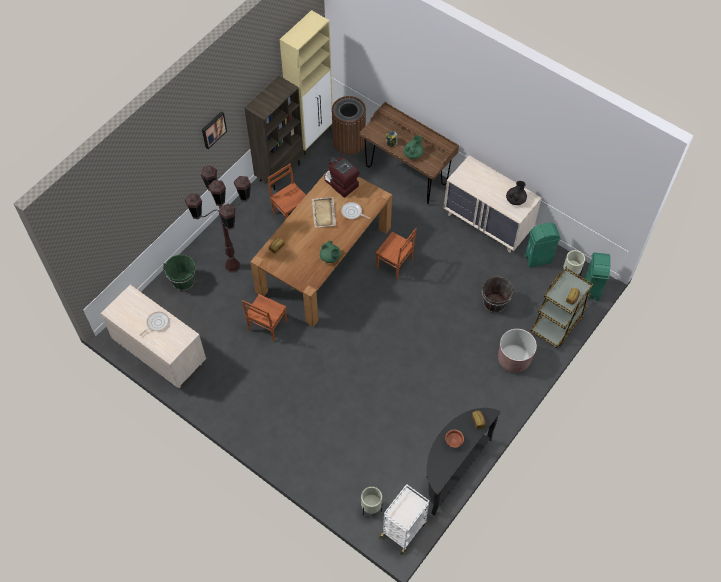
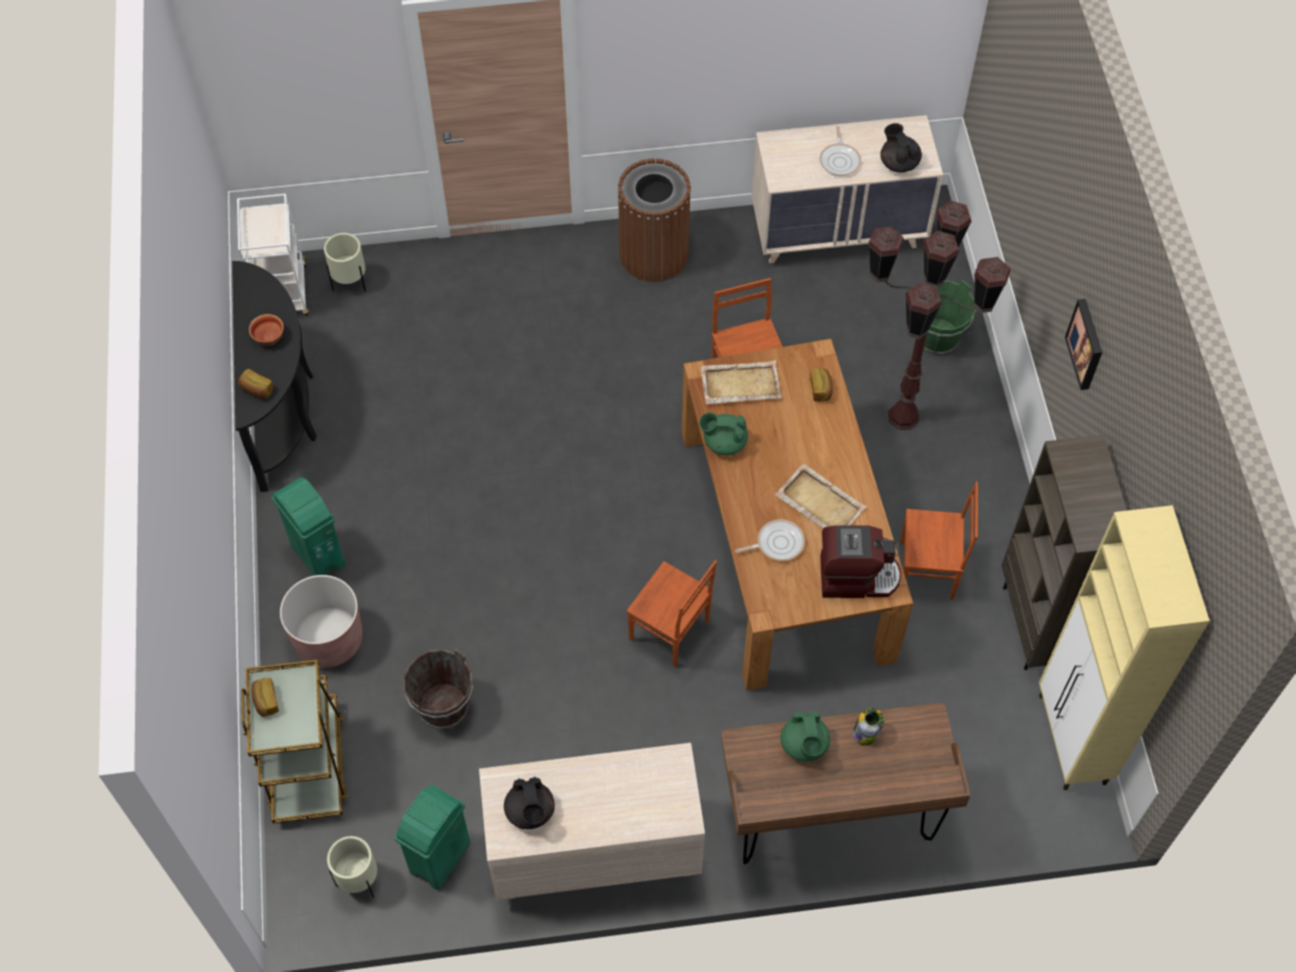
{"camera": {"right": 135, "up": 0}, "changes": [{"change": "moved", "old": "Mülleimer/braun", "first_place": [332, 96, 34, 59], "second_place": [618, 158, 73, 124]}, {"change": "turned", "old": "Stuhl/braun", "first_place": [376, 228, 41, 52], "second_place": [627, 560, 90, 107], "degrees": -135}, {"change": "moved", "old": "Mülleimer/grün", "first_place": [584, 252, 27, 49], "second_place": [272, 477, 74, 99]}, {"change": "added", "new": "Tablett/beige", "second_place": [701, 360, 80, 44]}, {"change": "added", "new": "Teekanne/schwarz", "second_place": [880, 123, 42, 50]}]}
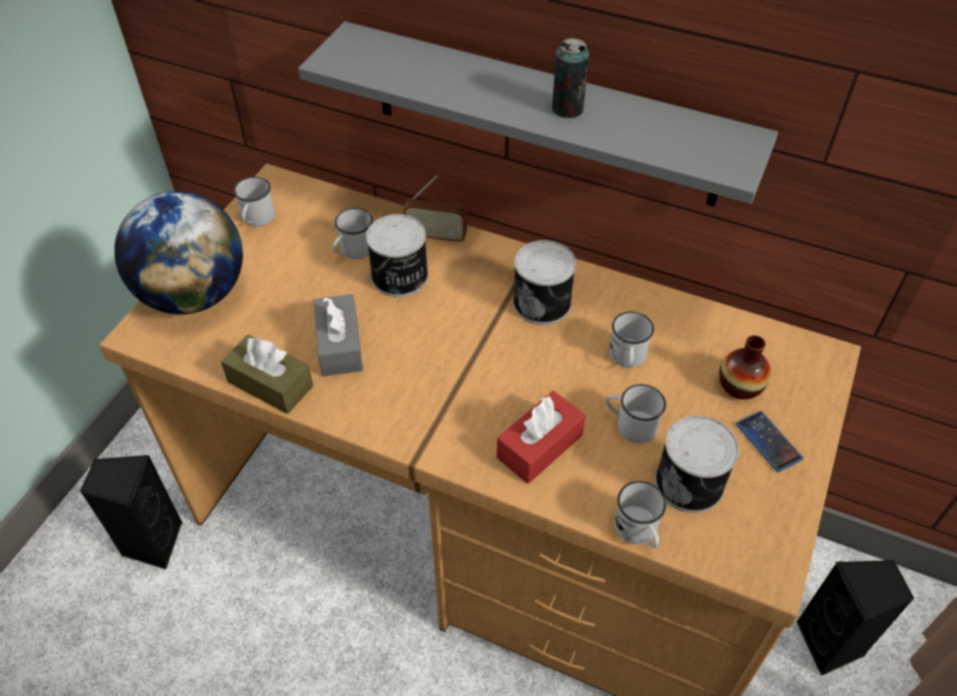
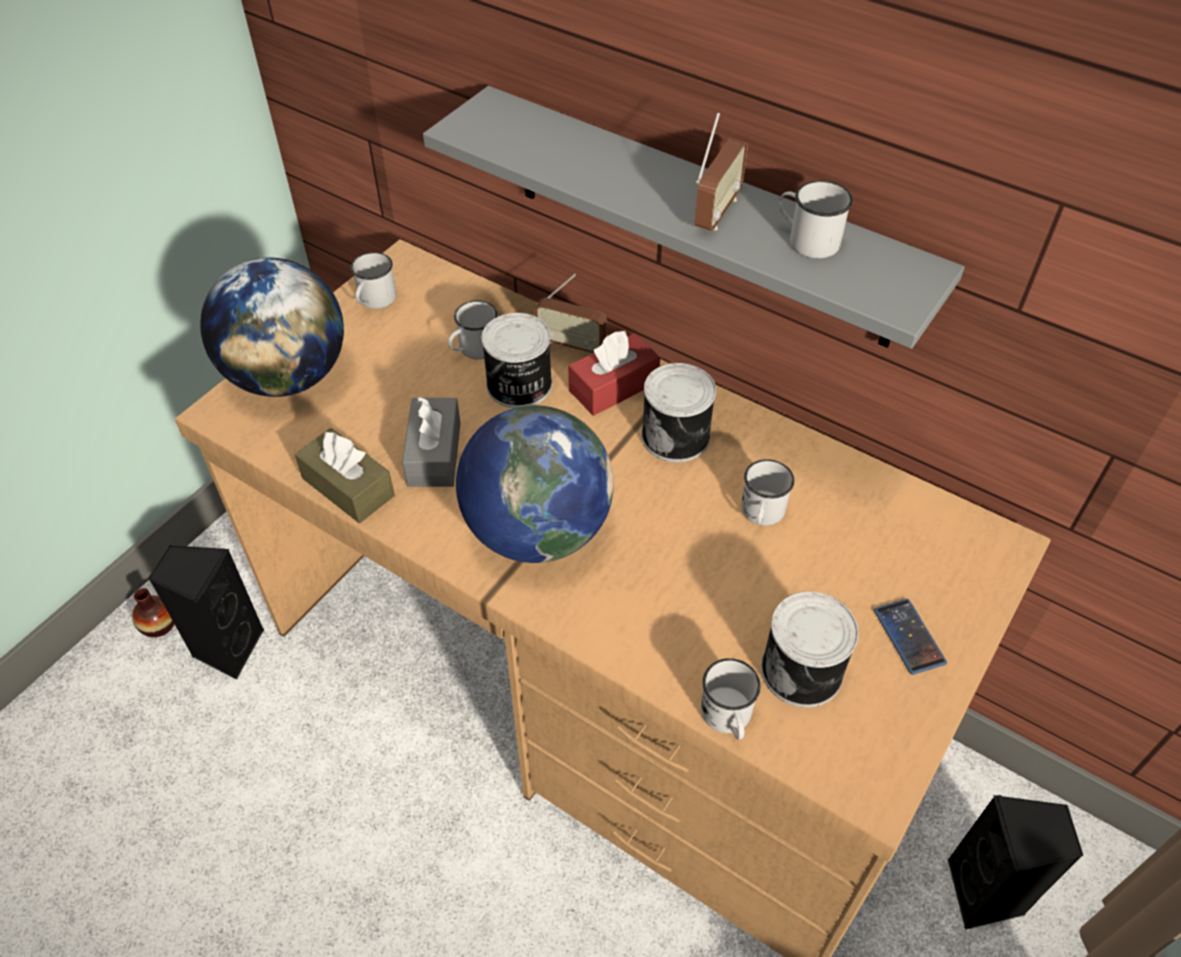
{"camera": {"right": 10, "up": 0}, "changes": [{"change": "moved", "old": "Taschentuchbox/rot", "first_place": [497, 391, 88, 93], "second_place": [568, 331, 92, 85]}, {"change": "replaced", "old": "Dose", "new": "Radio", "first_place": [552, 38, 37, 80], "second_place": [695, 113, 53, 118]}, {"change": "moved", "old": "Henkelbecher/weiß", "first_place": [606, 384, 60, 59], "second_place": [779, 180, 74, 78]}, {"change": "moved", "old": "Vase", "first_place": [719, 335, 52, 64], "second_place": [132, 588, 42, 49]}, {"change": "added", "new": "Globus", "second_place": [456, 405, 158, 158]}]}
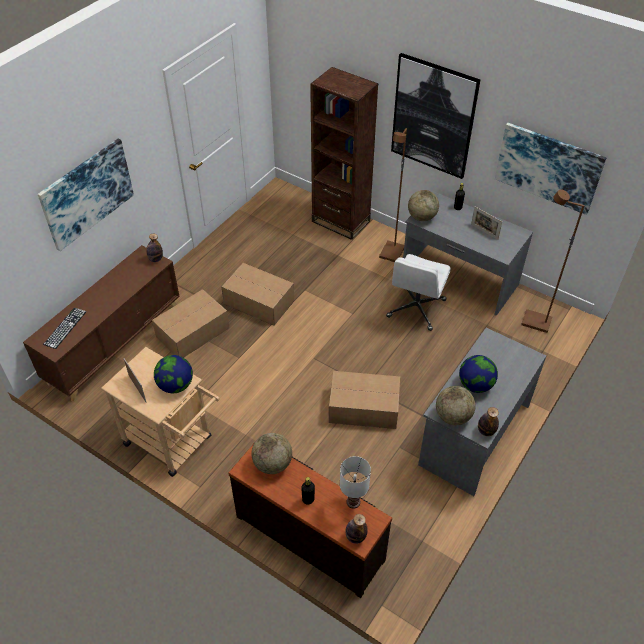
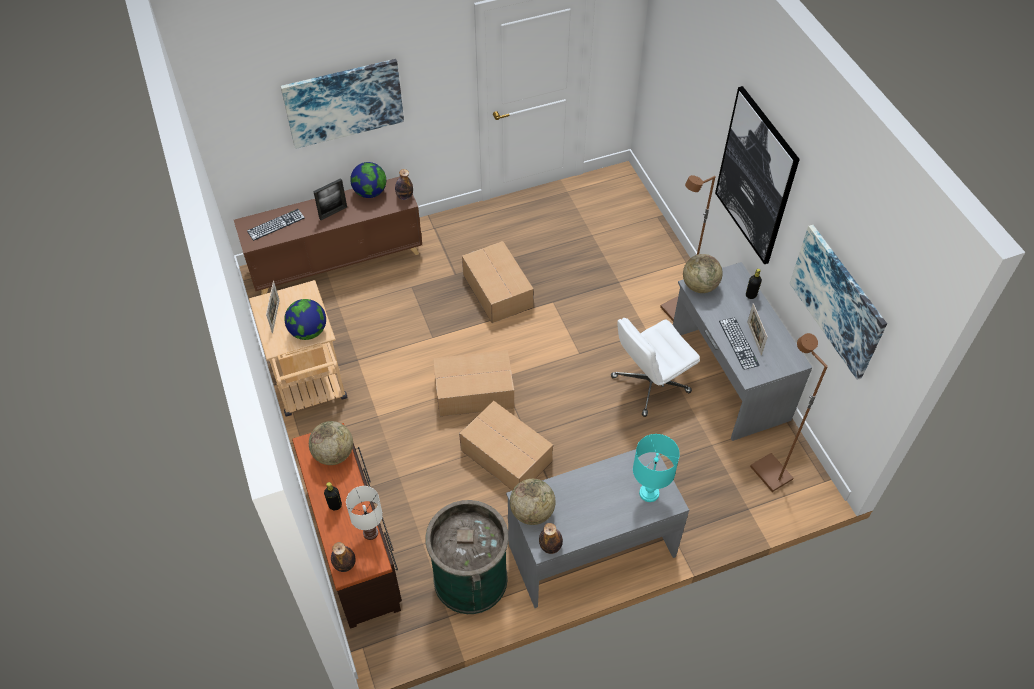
{"camera": {"right": 35, "up": 5}, "changes": [{"change": "moved", "old": "Karton", "first_place": [152, 289, 77, 69], "second_place": [433, 350, 81, 67]}, {"change": "removed", "old": "Bücherregal/braun", "first_place": [310, 67, 68, 173]}, {"change": "moved", "old": "Globus", "first_place": [459, 355, 39, 38], "second_place": [350, 162, 36, 36]}, {"change": "added", "new": "Bilderrahmen", "second_place": [313, 178, 34, 42]}, {"change": "added", "new": "Mülleimer/grün", "second_place": [426, 500, 83, 114]}, {"change": "added", "new": "Tischlampe/türkis", "second_place": [633, 434, 47, 68]}, {"change": "added", "new": "Tastatur", "second_place": [719, 317, 41, 53]}]}
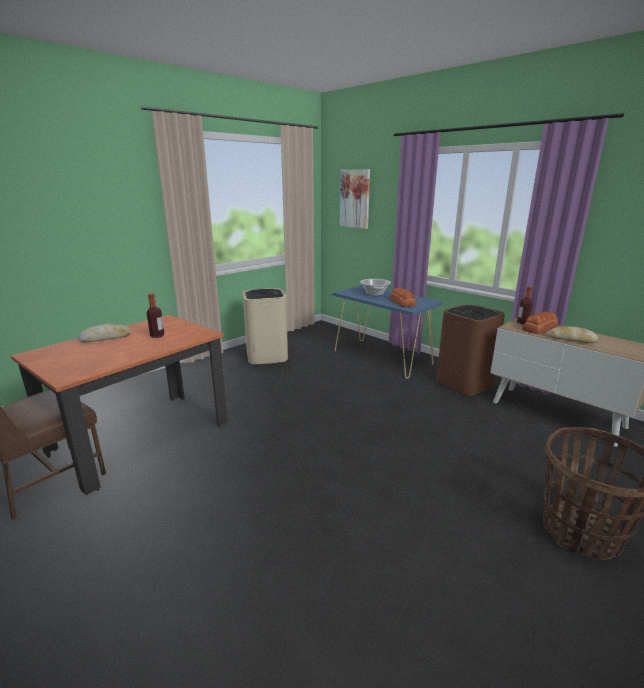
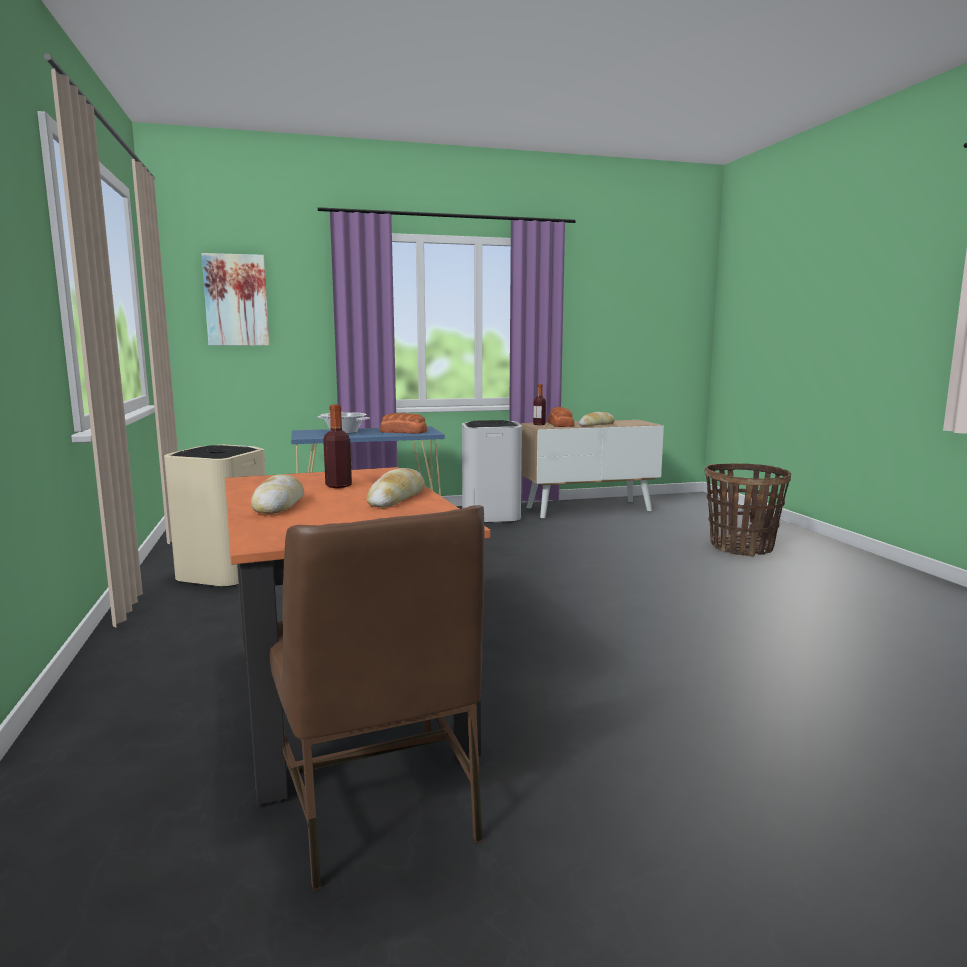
{"camera": {"right": -60, "up": -10}, "changes": [{"change": "recoloured", "old": "Mülleimer/braun", "new": "Mülleimer/weiß", "first_place": [436, 305, 69, 91], "second_place": [462, 420, 60, 103]}, {"change": "added", "new": "Brot", "second_place": [366, 468, 59, 40]}]}
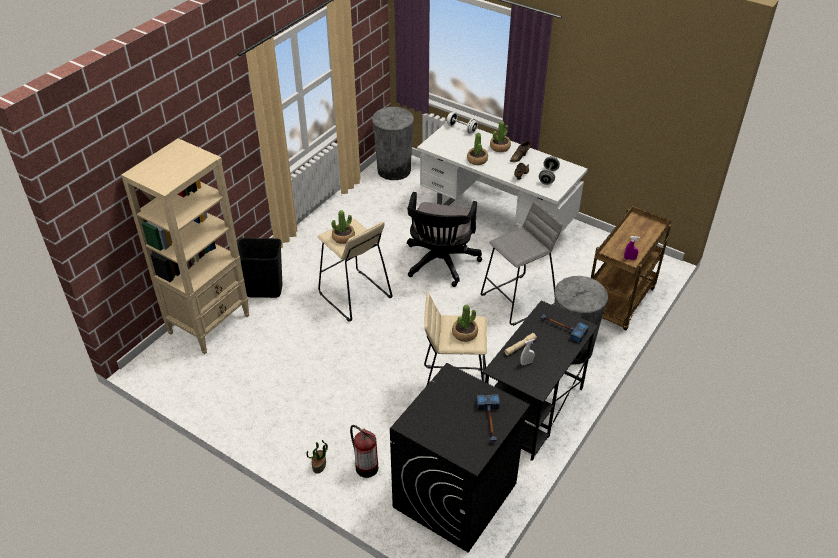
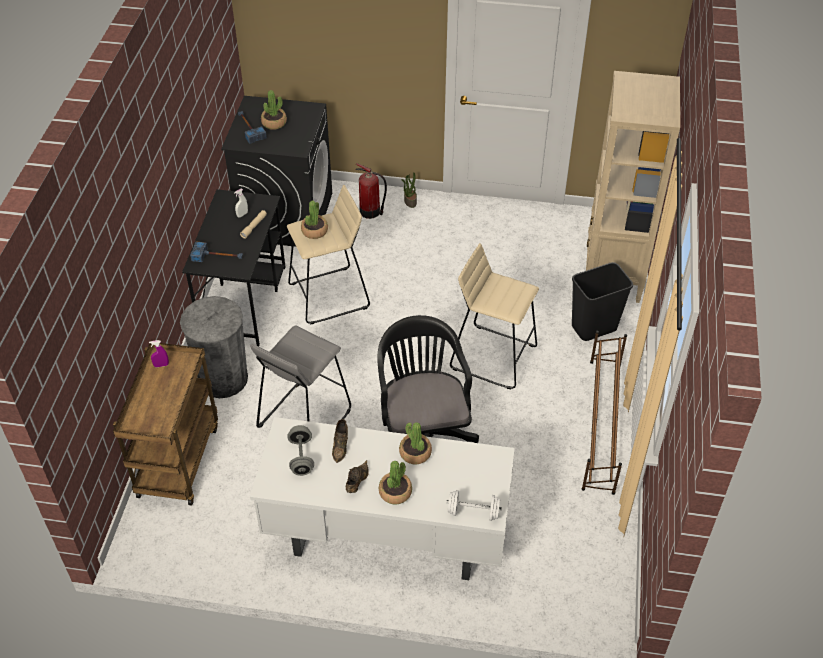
{"camera": {"right": 155, "up": 5}, "changes": [{"change": "moved", "old": "Topfpflanze", "first_place": [331, 210, 24, 34], "second_place": [261, 90, 26, 40]}, {"change": "removed", "old": "Mülleimer/grau", "first_place": [372, 107, 42, 73]}, {"change": "added", "new": "Schuhregal/braun", "second_place": [582, 331, 45, 164]}]}
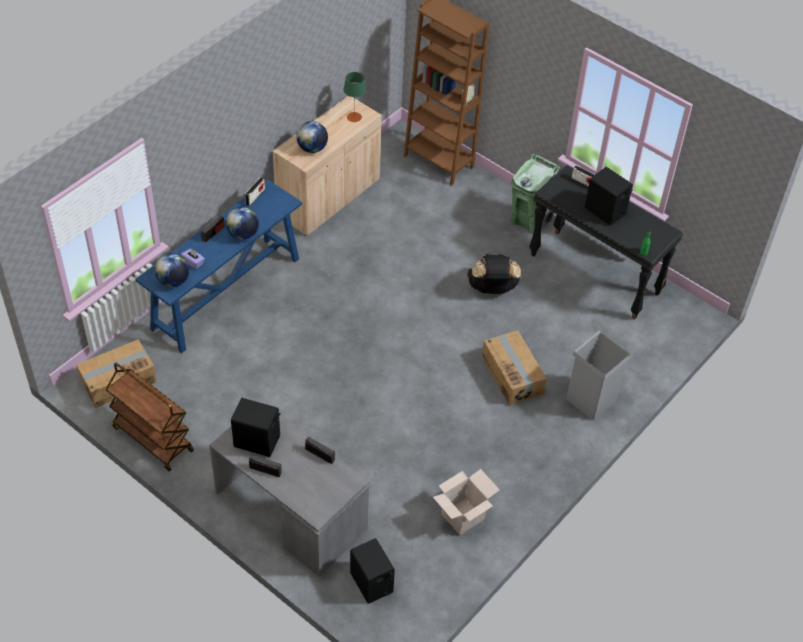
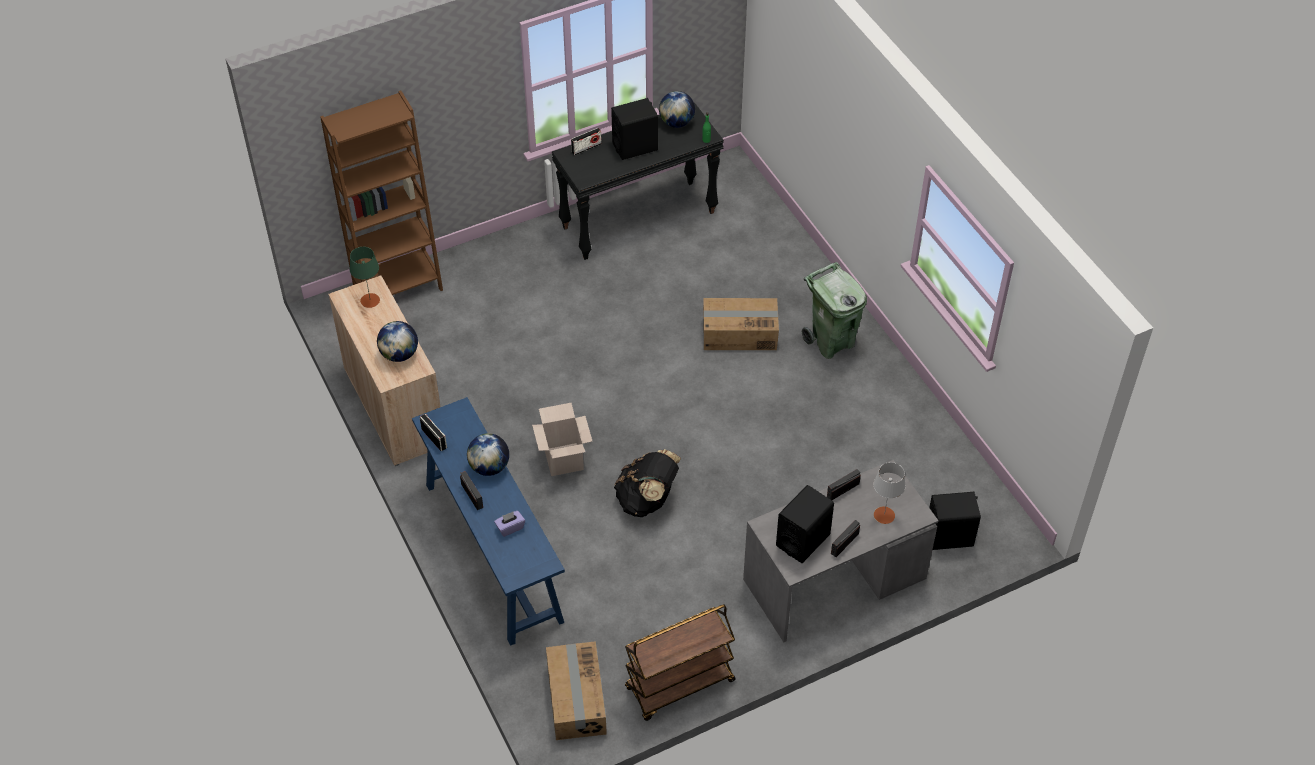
{"camera": {"right": -65, "up": 0}, "changes": [{"change": "moved", "old": "Globus", "first_place": [155, 253, 34, 34], "second_place": [659, 91, 36, 37]}, {"change": "moved", "old": "Karton", "first_place": [433, 469, 67, 66], "second_place": [532, 403, 60, 73]}, {"change": "moved", "old": "Rucksack/schwarz", "first_place": [467, 254, 54, 40], "second_place": [614, 449, 67, 68]}, {"change": "moved", "old": "Mülleimer/grün", "first_place": [511, 154, 49, 80], "second_place": [802, 262, 65, 97]}, {"change": "removed", "old": "Mülleimer/grau", "first_place": [566, 330, 66, 90]}, {"change": "added", "new": "Tischlampe/grau", "second_place": [873, 462, 33, 62]}]}
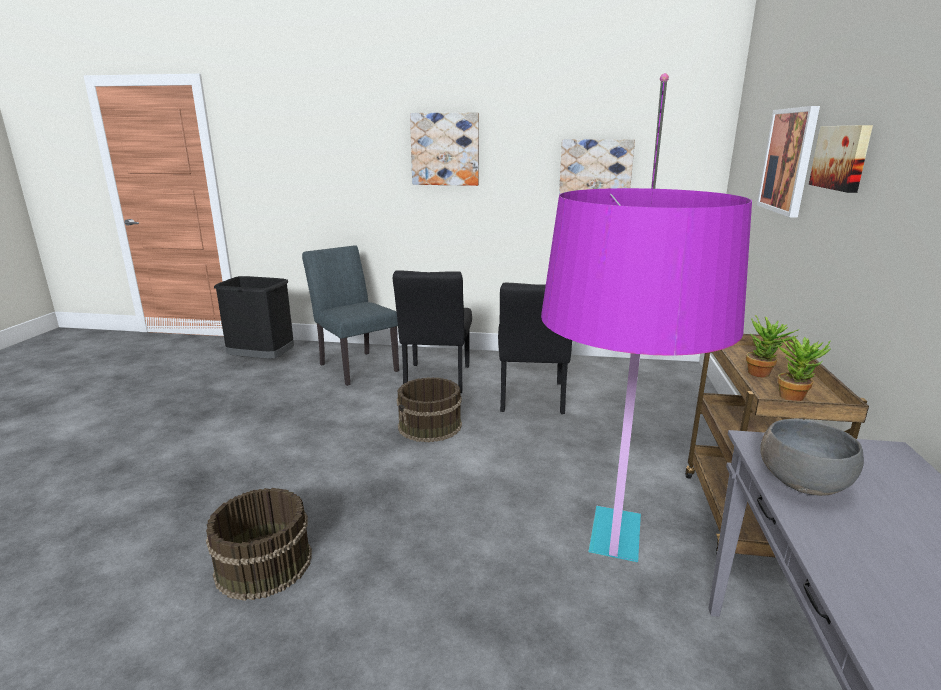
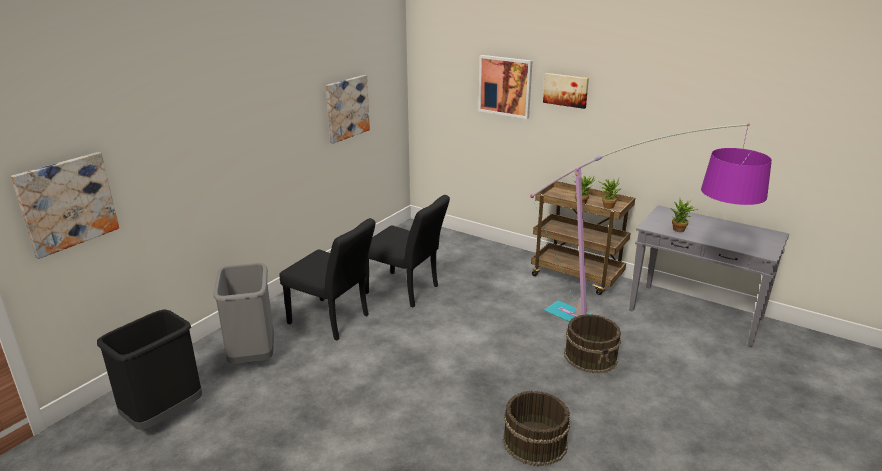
{"camera": {"right": -65, "up": 5}, "changes": [{"change": "replaced", "old": "Stuhl/grau", "new": "Mülleimer/grau", "first_place": [302, 246, 97, 140], "second_place": [213, 263, 61, 101]}, {"change": "moved", "old": "Eimer/braun", "first_place": [397, 377, 65, 65], "second_place": [564, 314, 57, 60]}, {"change": "moved", "old": "Bild", "first_place": [410, 113, 69, 73], "second_place": [11, 152, 108, 107]}, {"change": "replaced", "old": "Schüssel/grau", "new": "Topfpflanze", "first_place": [760, 419, 104, 77], "second_place": [670, 197, 28, 35]}]}
